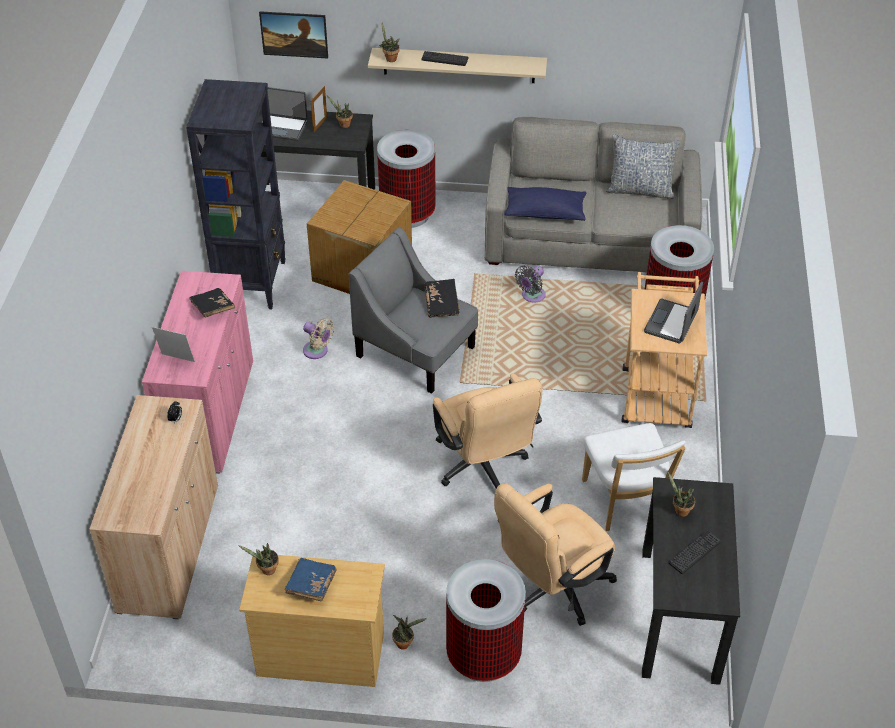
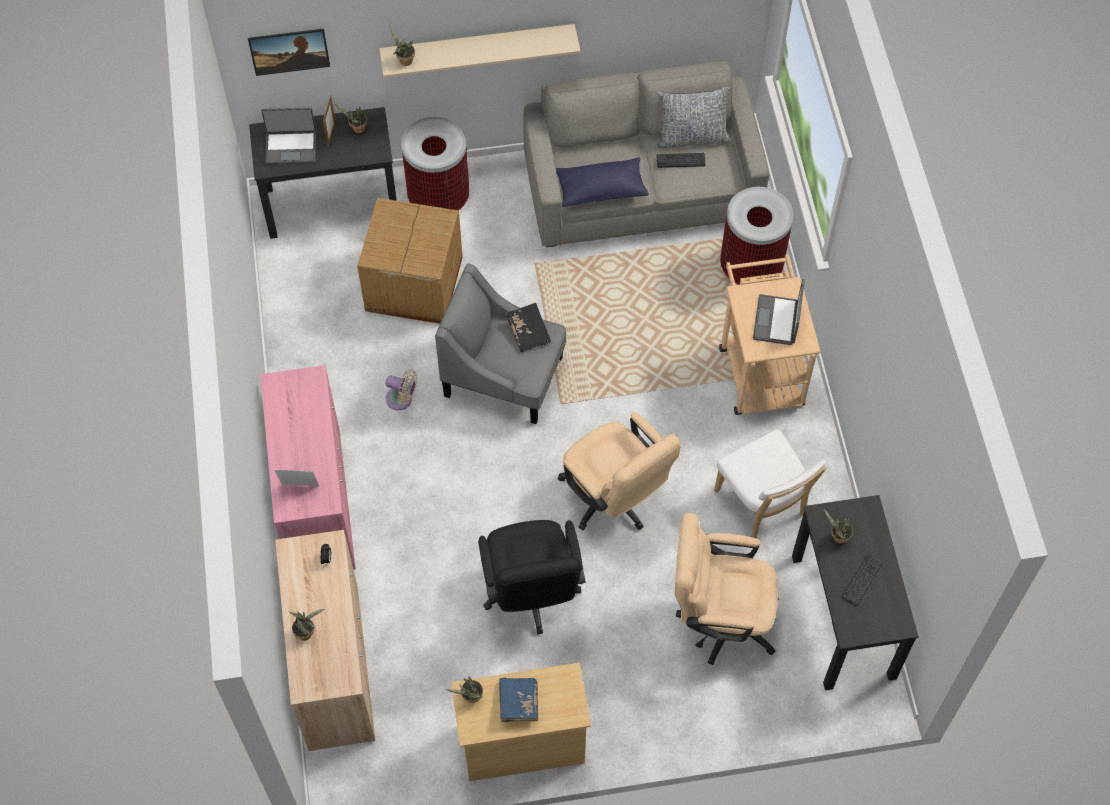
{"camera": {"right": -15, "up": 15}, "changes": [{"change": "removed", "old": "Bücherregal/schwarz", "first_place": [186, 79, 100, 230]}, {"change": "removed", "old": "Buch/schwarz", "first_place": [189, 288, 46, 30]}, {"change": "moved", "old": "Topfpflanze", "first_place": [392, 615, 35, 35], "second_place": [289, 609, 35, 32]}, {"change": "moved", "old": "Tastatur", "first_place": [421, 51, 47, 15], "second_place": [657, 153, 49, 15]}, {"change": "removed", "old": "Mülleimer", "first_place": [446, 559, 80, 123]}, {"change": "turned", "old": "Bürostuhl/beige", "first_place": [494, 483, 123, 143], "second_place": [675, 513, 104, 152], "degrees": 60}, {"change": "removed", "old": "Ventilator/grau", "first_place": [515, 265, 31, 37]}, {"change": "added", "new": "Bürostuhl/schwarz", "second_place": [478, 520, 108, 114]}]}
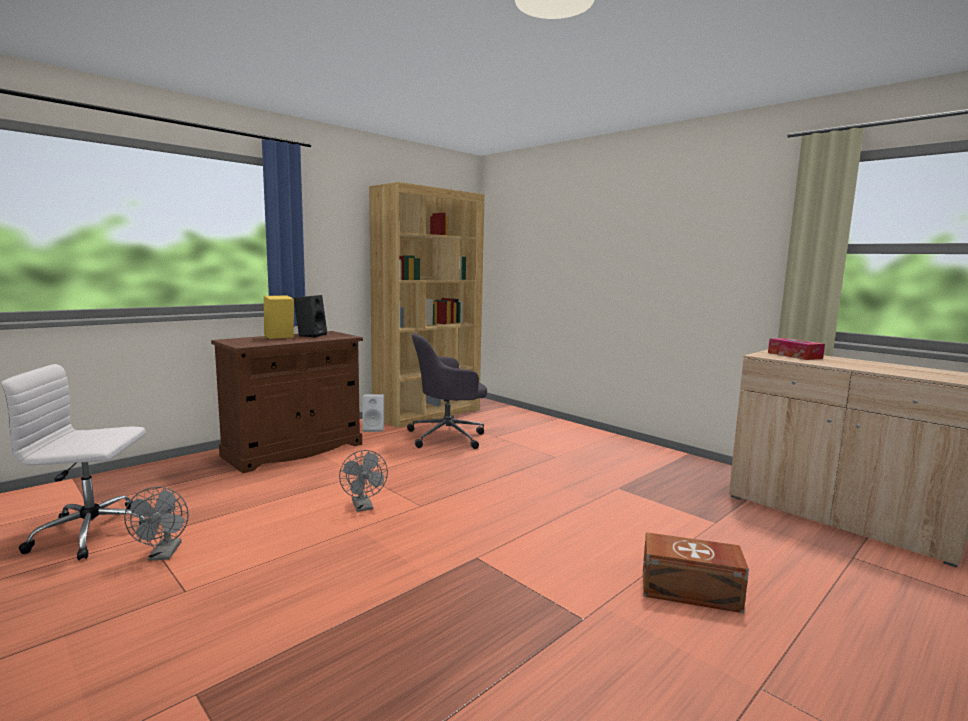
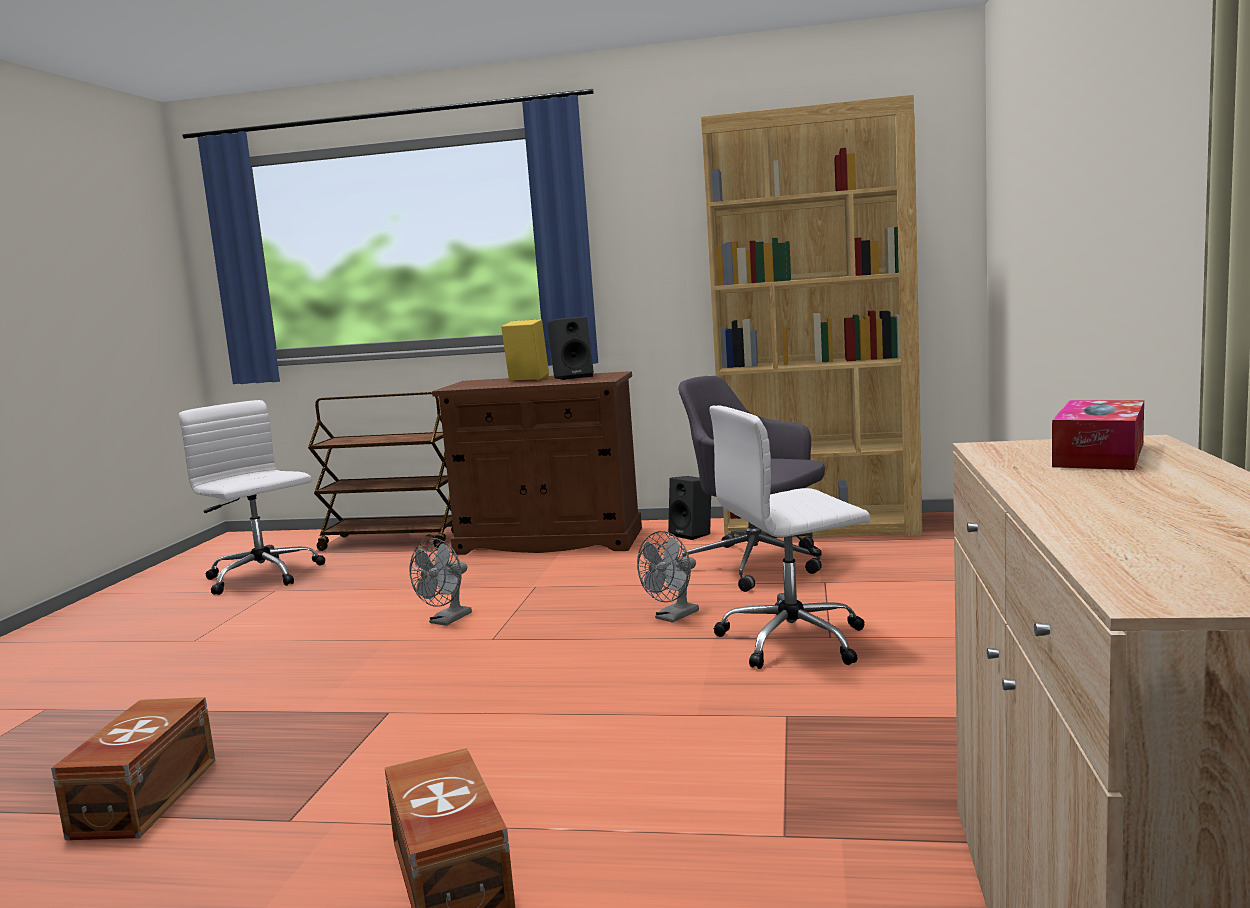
{"camera": {"right": 55, "up": 0}, "changes": [{"change": "moved", "old": "Ventilator/grau", "first_place": [124, 487, 65, 74], "second_place": [637, 531, 62, 92]}, {"change": "recoloured", "old": "Lautsprecher/weiß", "new": "Lautsprecher/schwarz", "first_place": [362, 394, 22, 38], "second_place": [668, 476, 43, 64]}, {"change": "added", "new": "Aufbewahrungsbox/braun", "second_place": [51, 697, 164, 143]}, {"change": "added", "new": "Rollwagen/braun", "second_place": [308, 392, 146, 159]}, {"change": "added", "new": "Bürostuhl/weiß", "second_place": [709, 405, 161, 264]}]}
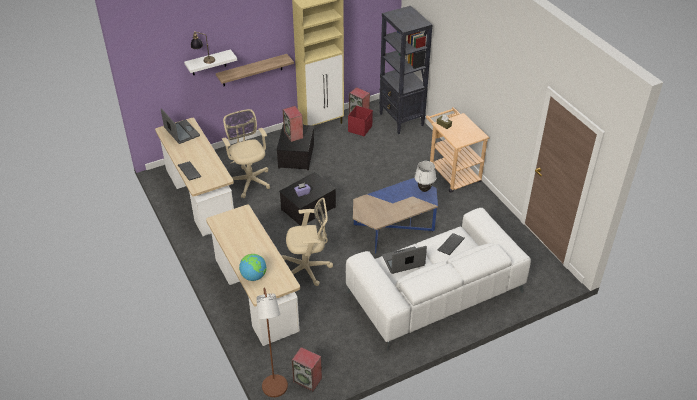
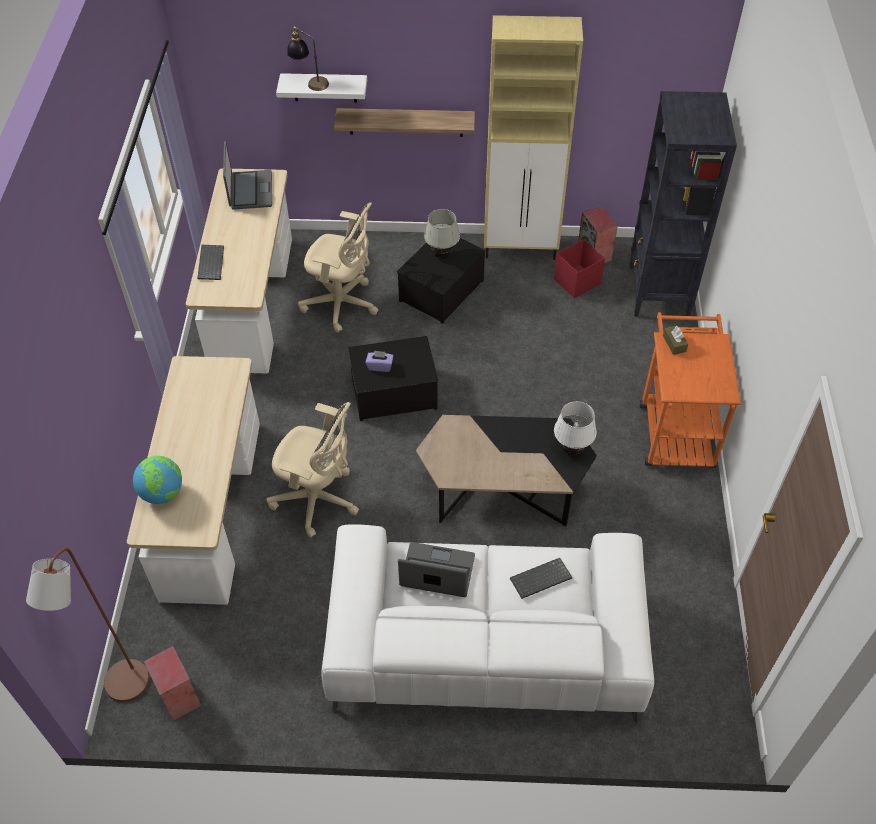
{"camera": {"right": 30, "up": 10}, "changes": [{"change": "turned", "old": "Bürostuhl/beige", "first_place": [222, 109, 48, 89], "second_place": [298, 202, 80, 131], "degrees": 105}, {"change": "replaced", "old": "Lautsprecher", "new": "Tischlampe/weiß", "first_place": [283, 106, 21, 36], "second_place": [424, 209, 36, 50]}, {"change": "recoloured", "old": "Couchtisch/blau", "new": "Couchtisch/schwarz", "first_place": [353, 178, 85, 75], "second_place": [416, 415, 181, 111]}, {"change": "recoloured", "old": "Rollwagen/beige", "new": "Rollwagen/orange", "first_place": [426, 107, 63, 86], "second_place": [640, 312, 101, 156]}]}
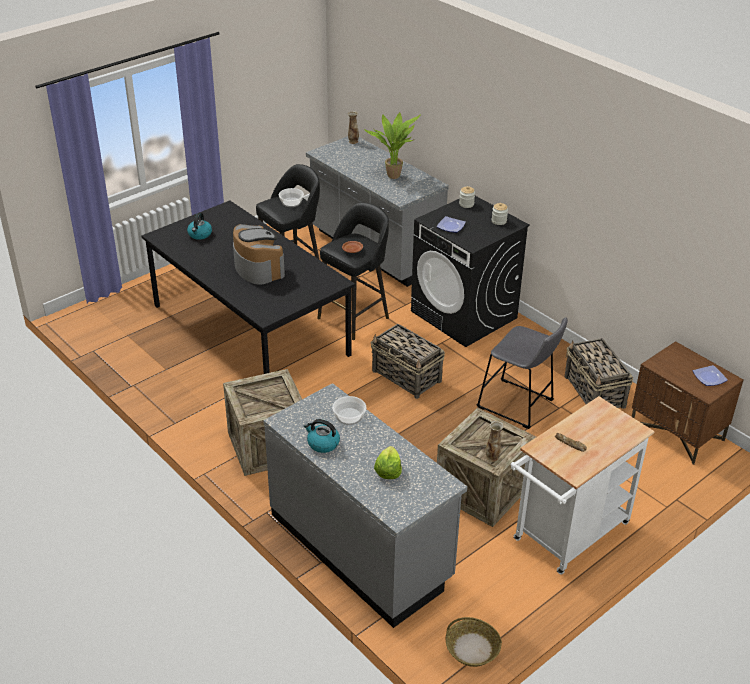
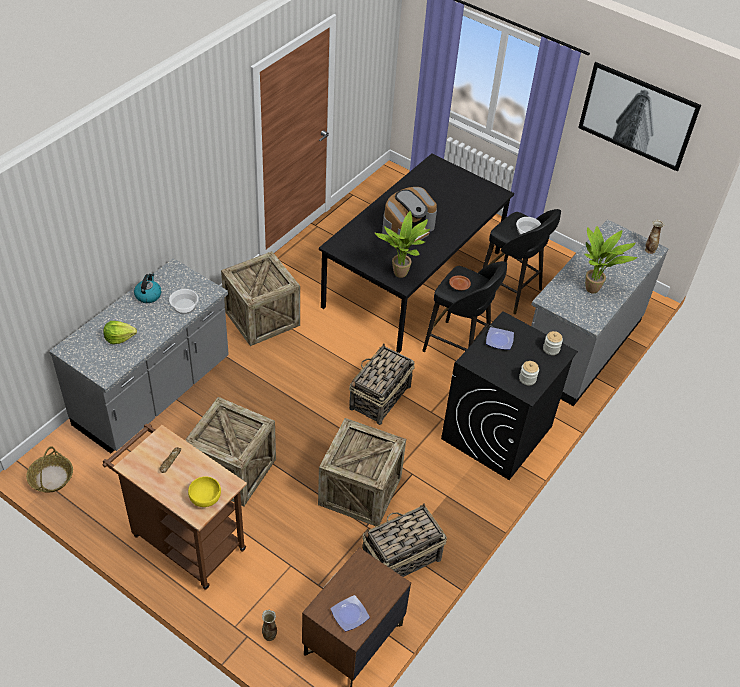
{"camera": {"right": 75, "up": 10}, "changes": [{"change": "removed", "old": "Wasserkessel", "first_place": [187, 213, 25, 27]}, {"change": "replaced", "old": "Hocker/grau", "new": "Kiste", "first_place": [476, 317, 92, 112], "second_place": [318, 418, 88, 108]}, {"change": "moved", "old": "Vase", "first_place": [485, 421, 19, 41], "second_place": [262, 610, 15, 31]}, {"change": "recoloured", "old": "Rollwagen/weiß", "new": "Rollwagen/braun", "first_place": [511, 396, 144, 179], "second_place": [102, 424, 145, 166]}, {"change": "added", "new": "Schüssel/gelb", "second_place": [188, 476, 33, 31]}, {"change": "added", "new": "Topfpflanze", "second_place": [374, 211, 56, 67]}, {"change": "added", "new": "Bild", "second_place": [578, 62, 123, 109]}]}
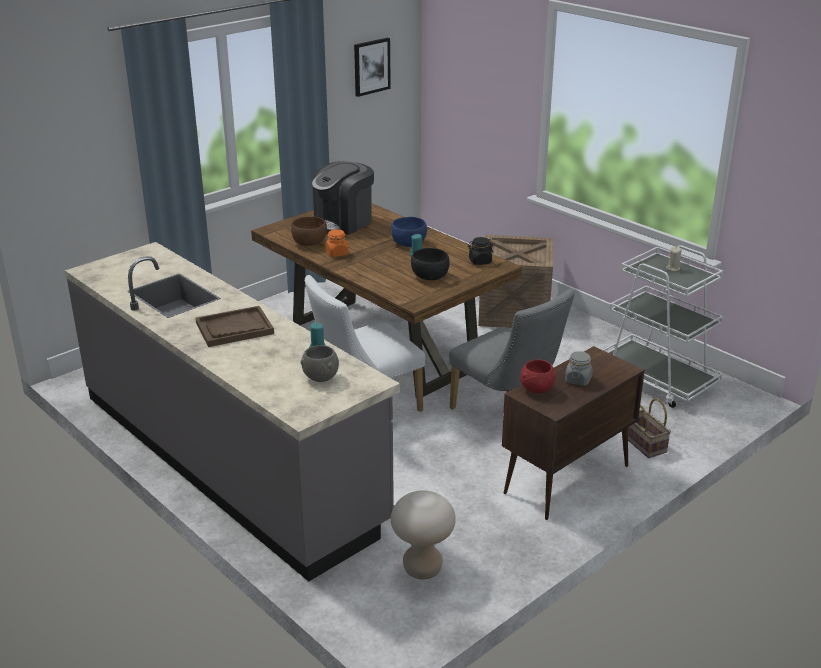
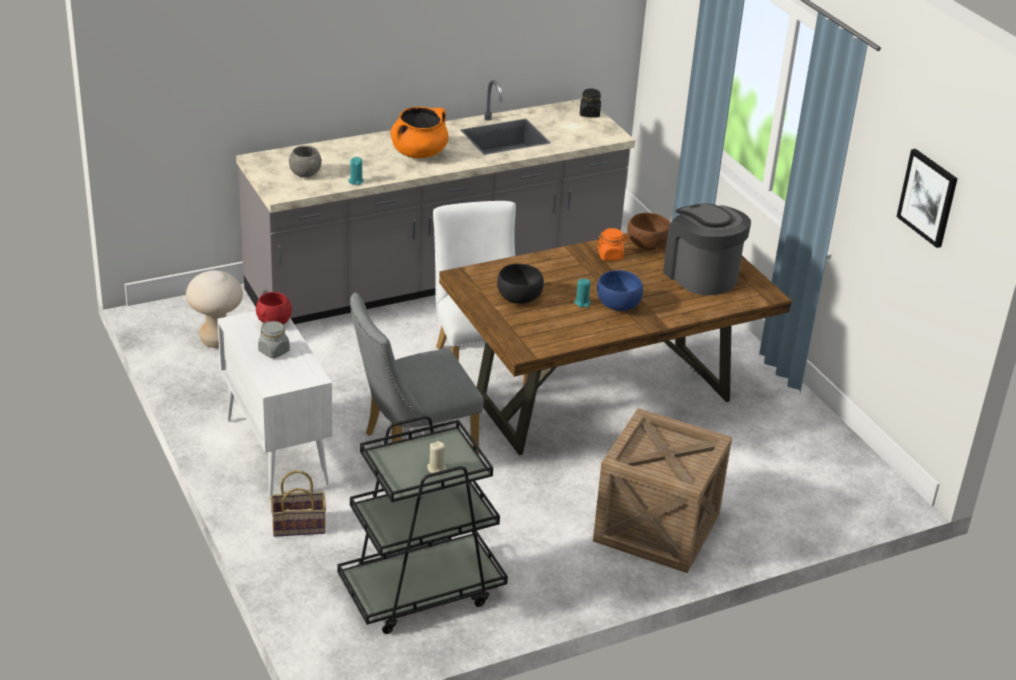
{"camera": {"right": 105, "up": 5}, "changes": [{"change": "replaced", "old": "Tablett/braun", "new": "Kochtopf/orange", "first_place": [195, 306, 79, 41], "second_place": [391, 107, 57, 51]}, {"change": "moved", "old": "Vorratsglas/schwarz", "first_place": [467, 237, 26, 28], "second_place": [580, 89, 21, 29]}, {"change": "recoloured", "old": "Schrank/braun", "new": "Schrank/weiß", "first_place": [502, 346, 143, 174], "second_place": [217, 311, 115, 188]}, {"change": "recoloured", "old": "Rollwagen/weiß", "new": "Rollwagen/schwarz", "first_place": [603, 245, 120, 163], "second_place": [337, 416, 171, 218]}]}
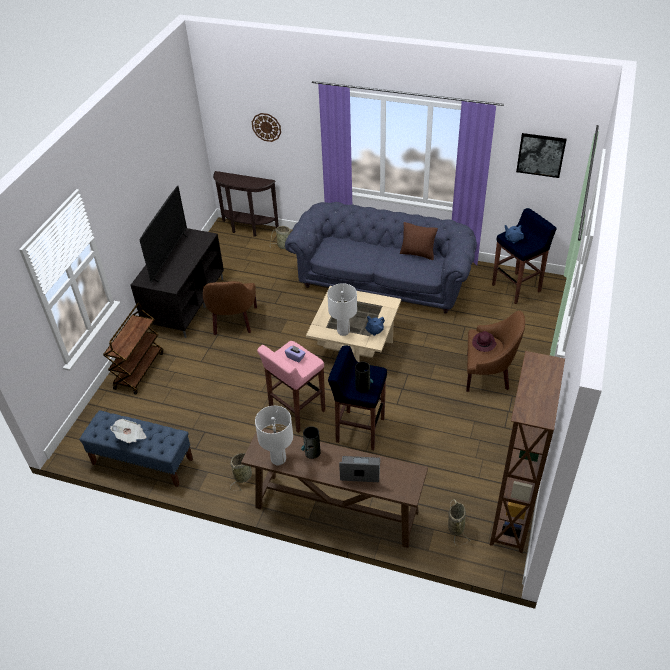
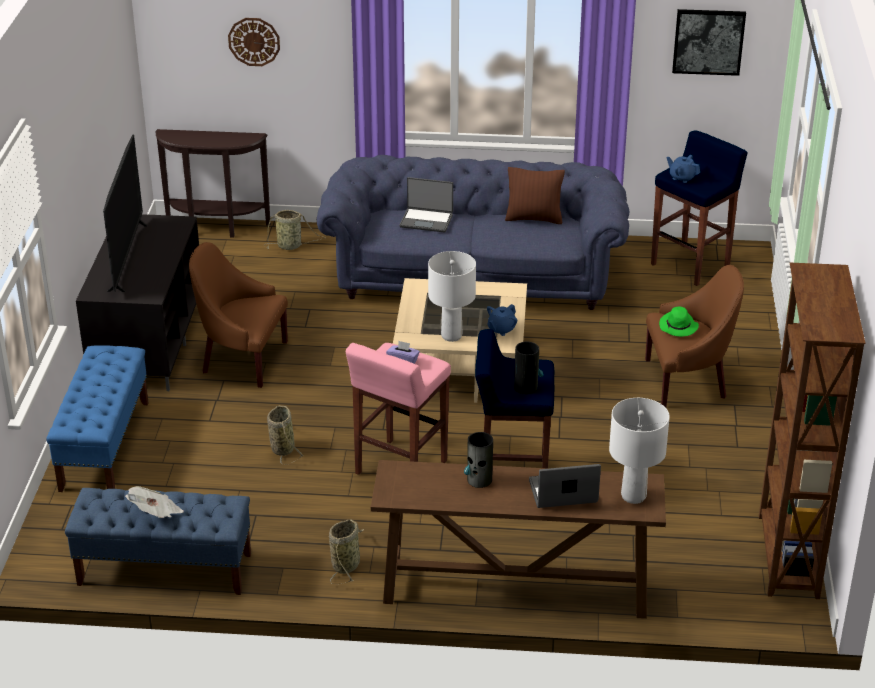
{"camera": {"right": -15, "up": -10}, "changes": [{"change": "replaced", "old": "Rollwagen/braun", "new": "Bank/blau", "first_place": [103, 303, 60, 92], "second_place": [46, 345, 102, 147]}, {"change": "turned", "old": "Sessel/braun", "first_place": [203, 281, 54, 54], "second_place": [189, 242, 99, 146], "degrees": 120}, {"change": "moved", "old": "Tischlampe/weiß", "first_place": [255, 406, 38, 59], "second_place": [609, 398, 61, 106]}, {"change": "moved", "old": "Korb", "first_place": [448, 499, 23, 44], "second_place": [267, 405, 36, 60]}, {"change": "recoloured", "old": "Hut/lila", "new": "Hut/grün", "first_place": [472, 331, 25, 21], "second_place": [659, 306, 40, 31]}, {"change": "added", "new": "Laptop", "second_place": [399, 177, 54, 56]}]}
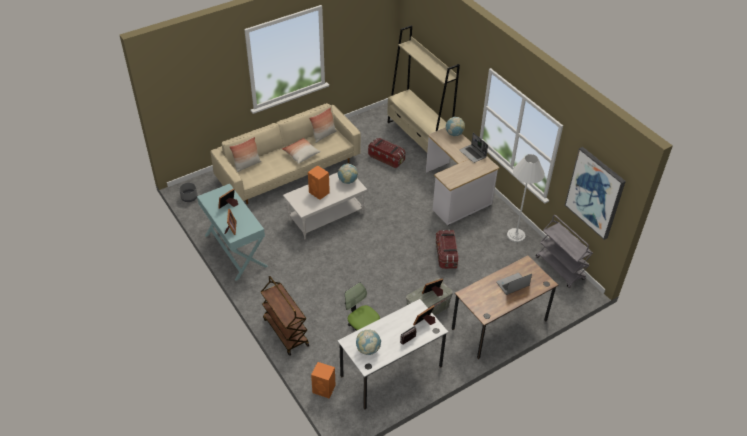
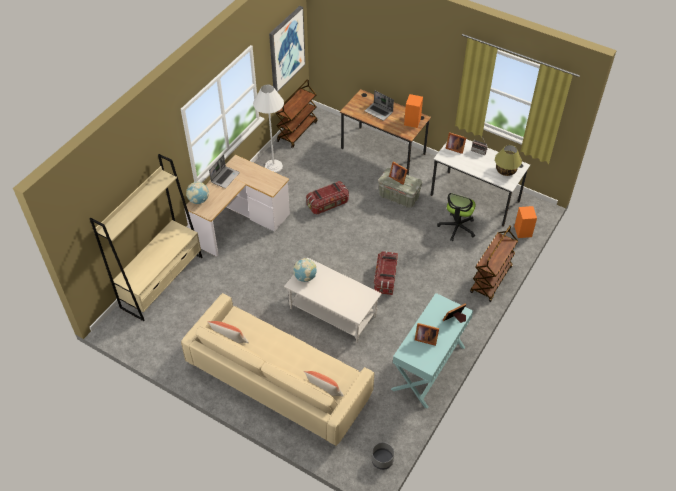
{"camera": {"right": -115, "up": 5}, "changes": [{"change": "removed", "old": "Kissen", "first_place": [282, 138, 38, 26]}, {"change": "moved", "old": "Lautsprecher/orange", "first_place": [308, 165, 22, 35], "second_place": [404, 94, 19, 34]}, {"change": "replaced", "old": "Globus", "new": "Tischlampe", "first_place": [356, 330, 25, 25], "second_place": [495, 145, 27, 31]}, {"change": "moved", "old": "Aufbewahrungsbox", "first_place": [368, 138, 37, 30], "second_place": [374, 251, 24, 44]}, {"change": "recoloured", "old": "Rollwagen/grau", "new": "Rollwagen/braun", "first_place": [536, 215, 57, 73], "second_place": [276, 80, 42, 68]}]}
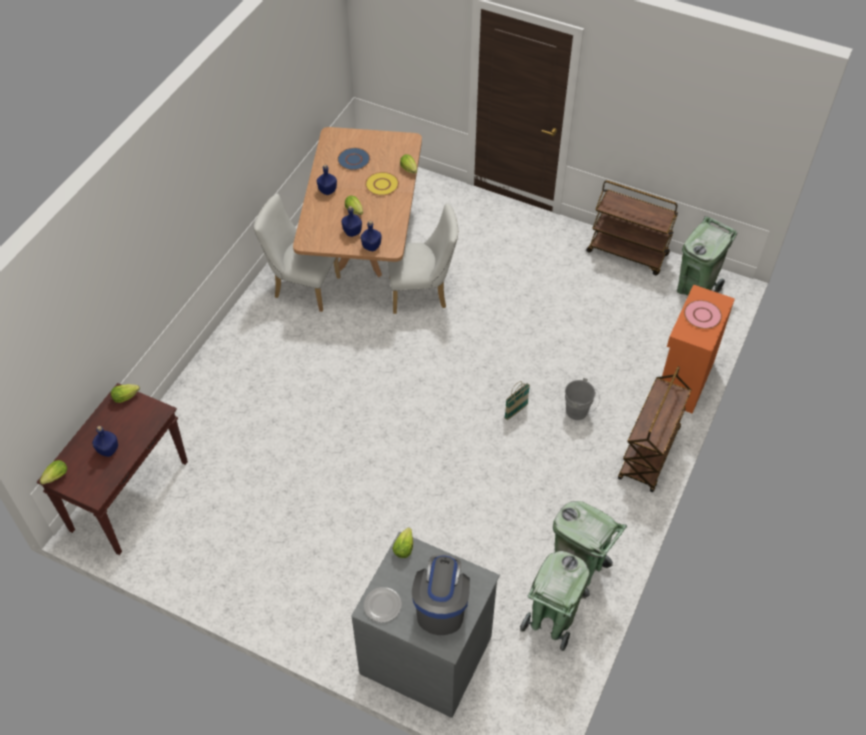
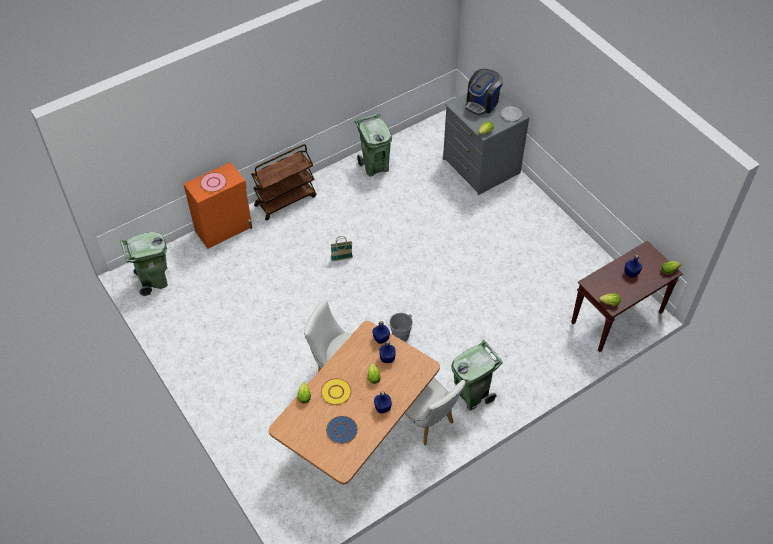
{"camera": {"right": -150, "up": 0}, "changes": [{"change": "moved", "old": "Mülleimer/grün", "first_place": [520, 551, 70, 100], "second_place": [451, 340, 52, 71]}, {"change": "moved", "old": "Eimer/grau", "first_place": [565, 378, 35, 42], "second_place": [386, 313, 27, 29]}, {"change": "removed", "old": "Rollwagen/braun", "first_place": [586, 180, 92, 95]}]}
